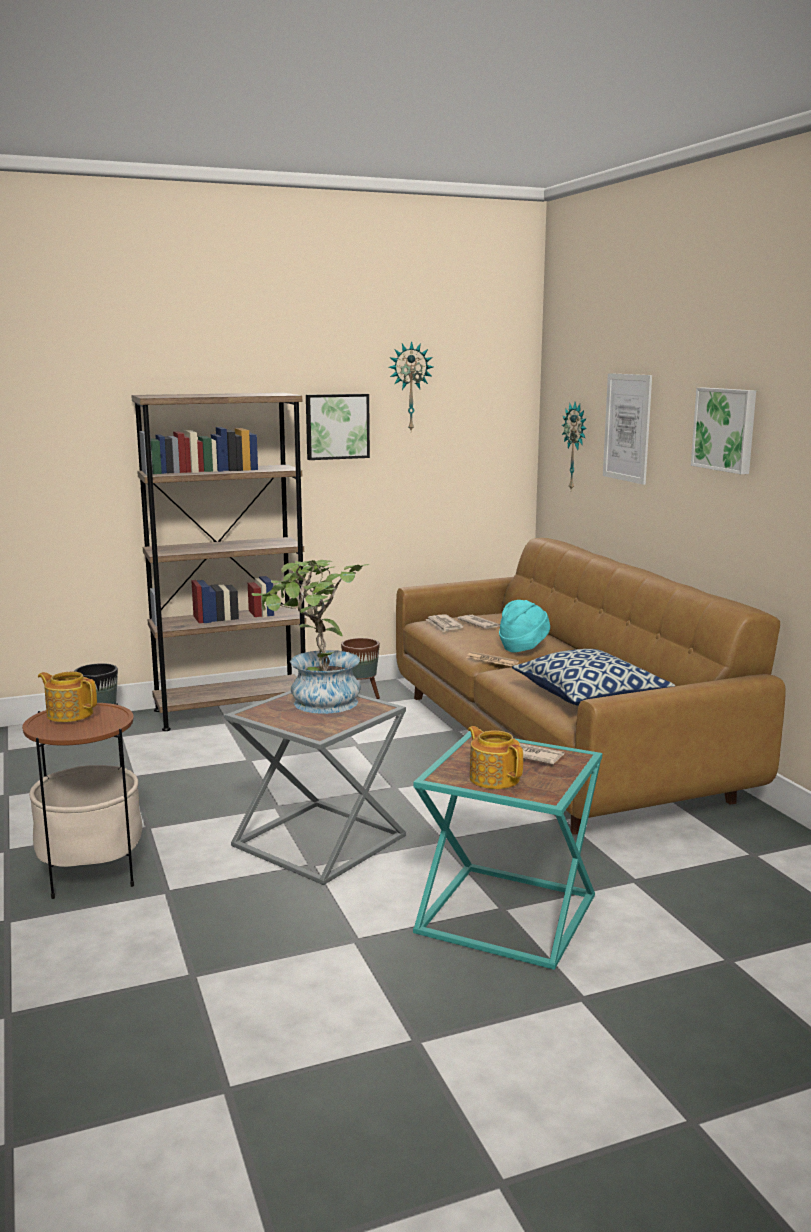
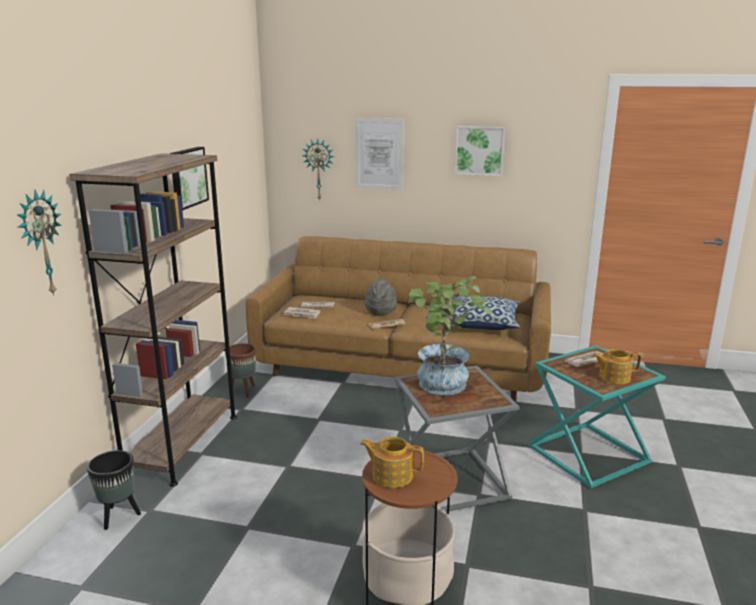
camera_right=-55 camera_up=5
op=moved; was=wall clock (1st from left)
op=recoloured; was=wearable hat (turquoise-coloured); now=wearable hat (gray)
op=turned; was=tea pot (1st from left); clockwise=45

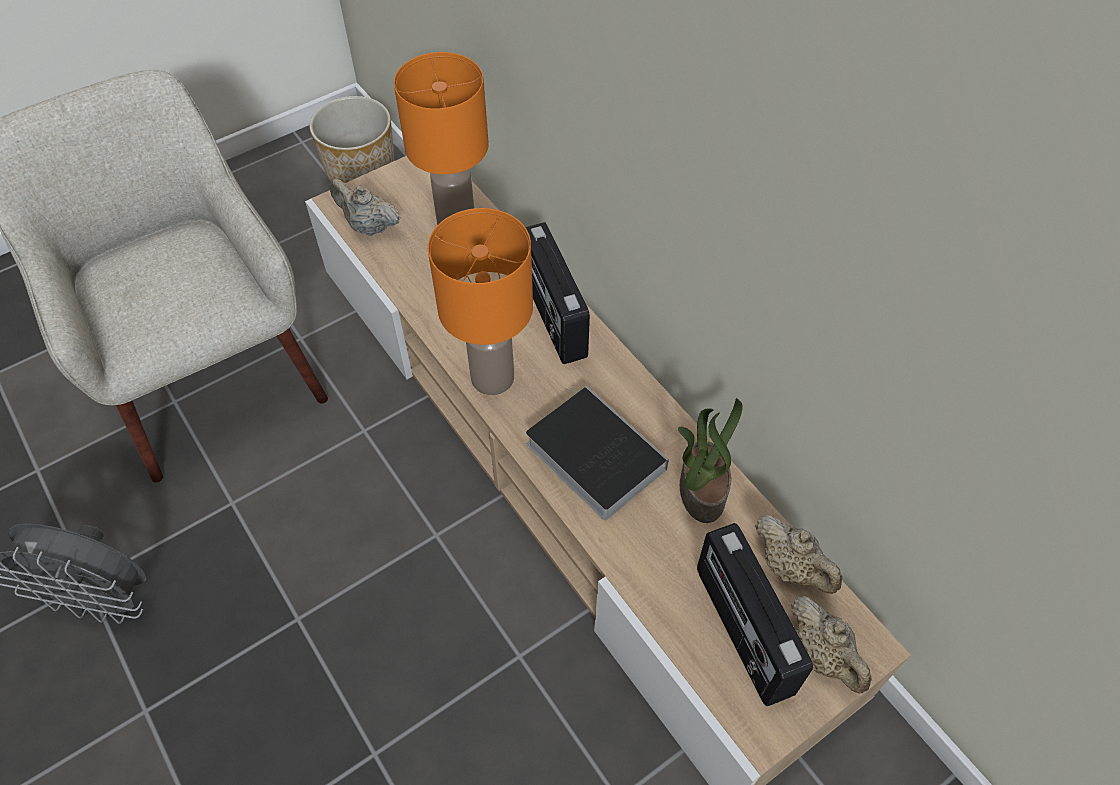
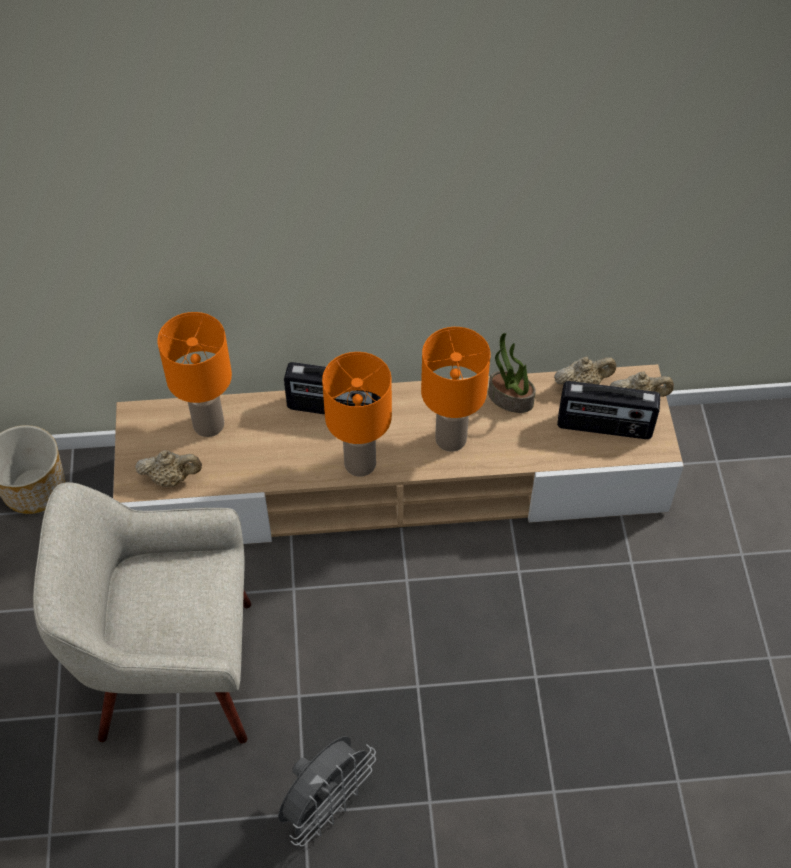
camera_right=-60 camera_up=0
op=turned; was=tea pot (sand-coloured) (1st from left); clockwise=-150
op=replaced; was=book; now=tabletop lamp (orangey) (3rd from left)

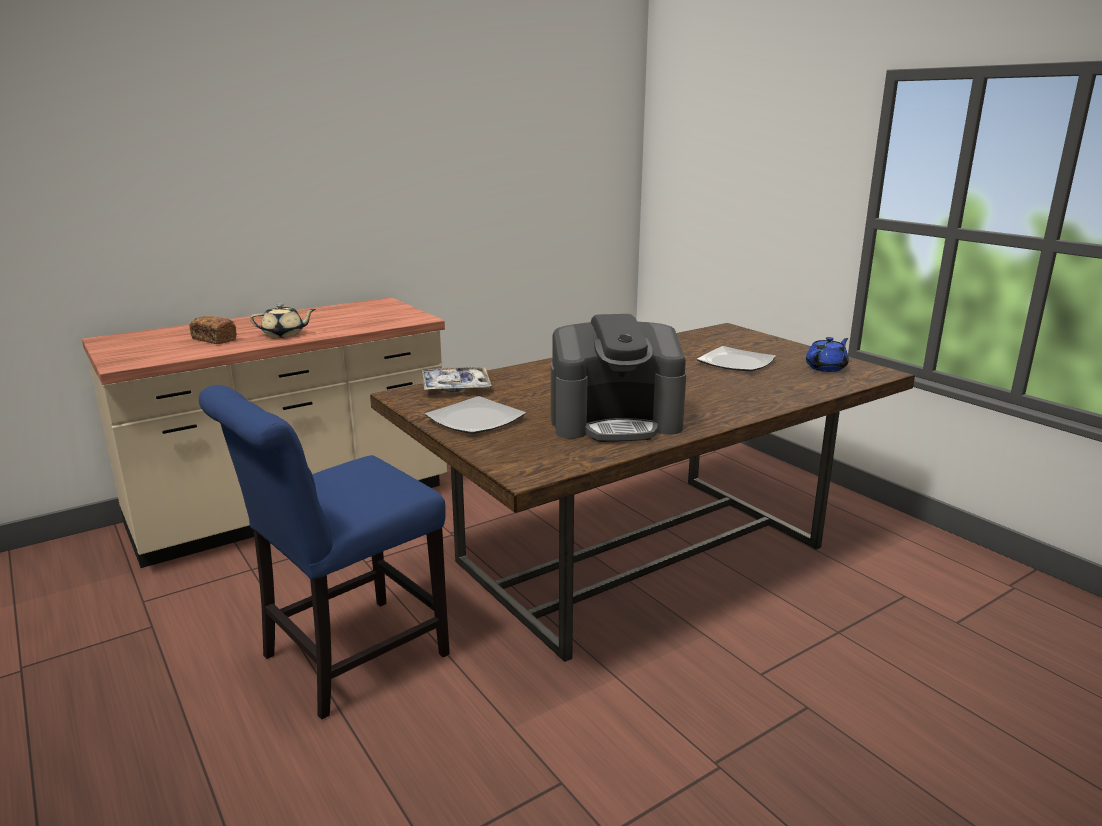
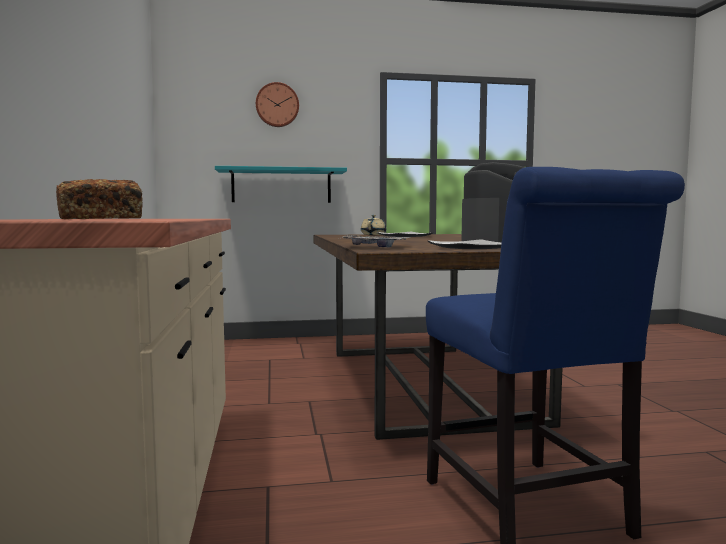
camera_right=-65 camera_up=-15
op=moved; was=tea pot (sand-coloured)
op=removed; was=tea pot (bluish)
op=added; now=wall clock
op=added; now=shelf (turquoise-coloured)

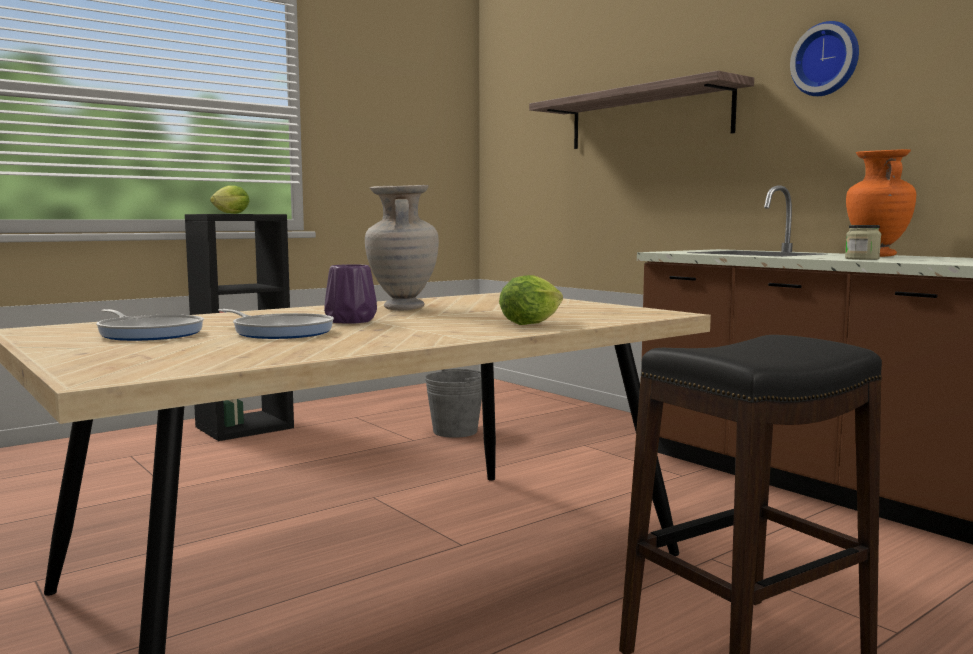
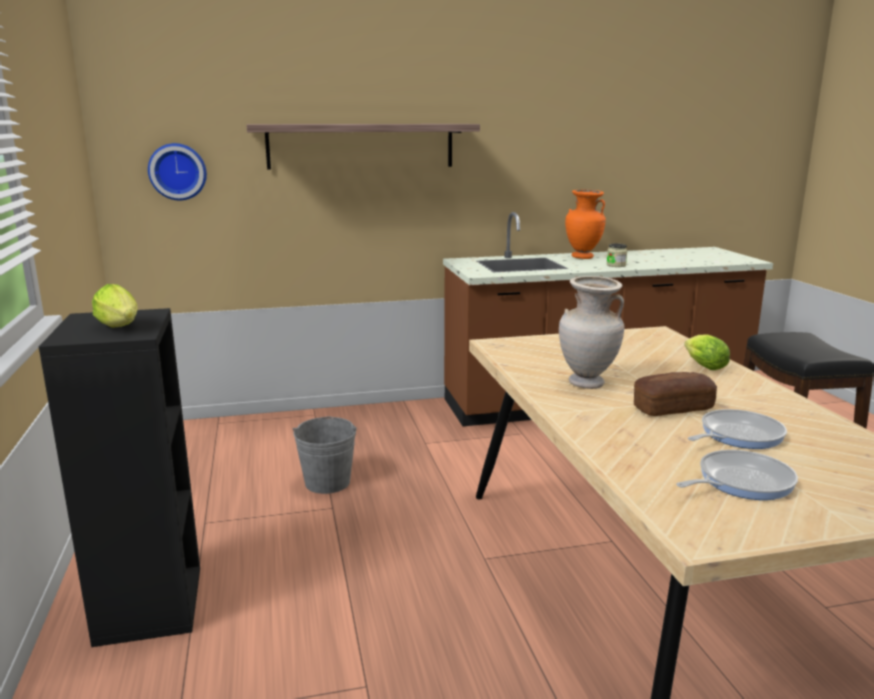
camera_right=-65 camera_up=10
op=moved; was=wall clock
op=replaced; was=flower vase (purple); now=baked bread

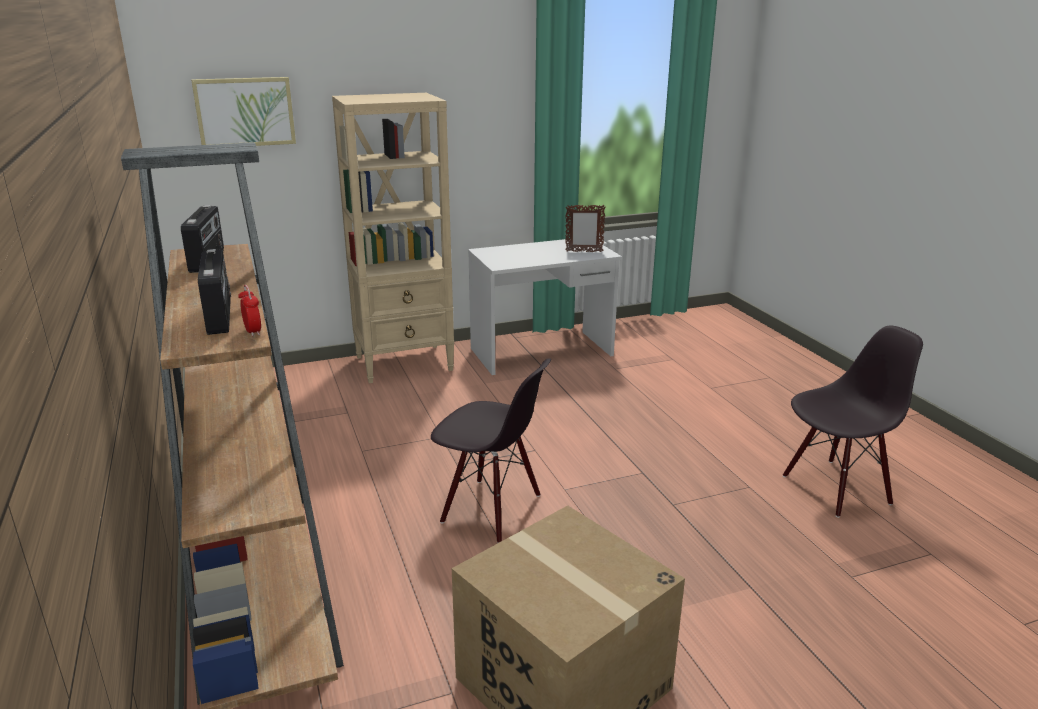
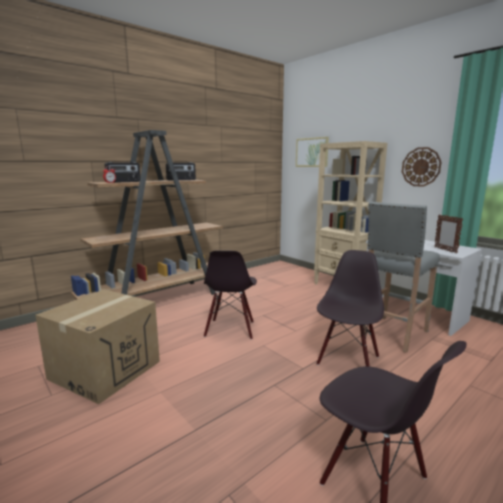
camera_right=70 camera_up=-10
op=added; now=wall clock
op=added; now=stool (gray)
op=added; now=upright chair (black-coloured) (2nd from left)

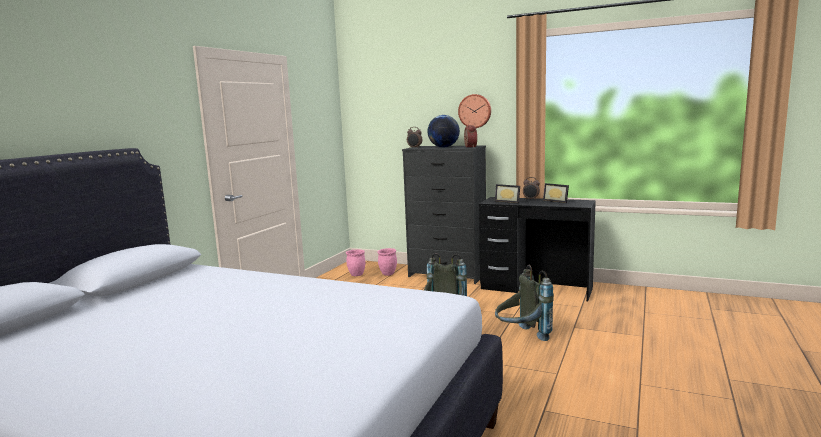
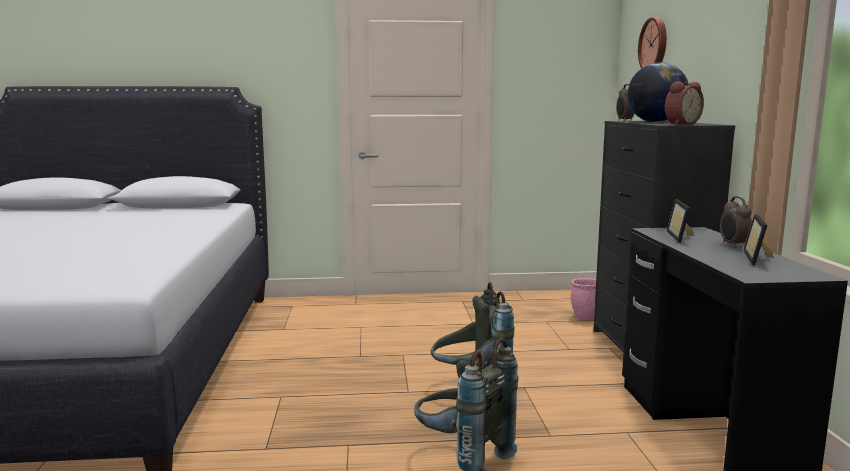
camera_right=60 camera_up=0
op=moved; was=wall clock
op=removed; was=flower pot (pinkish) (1st from left)

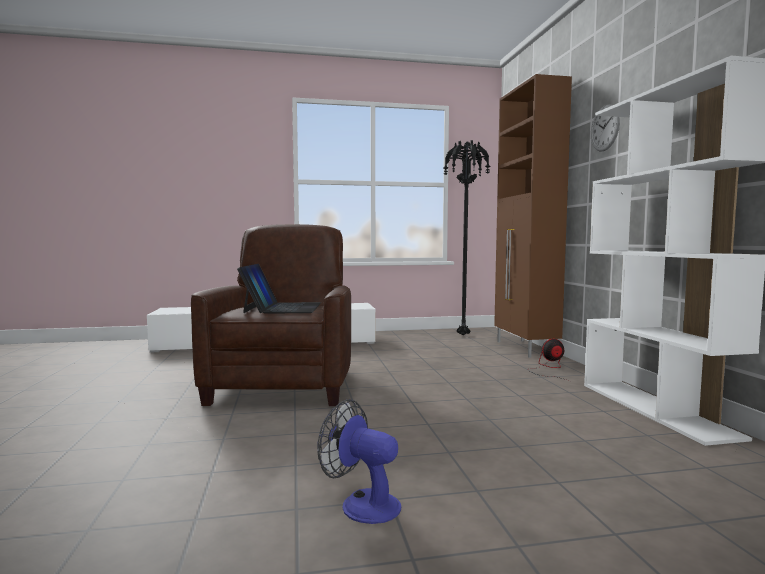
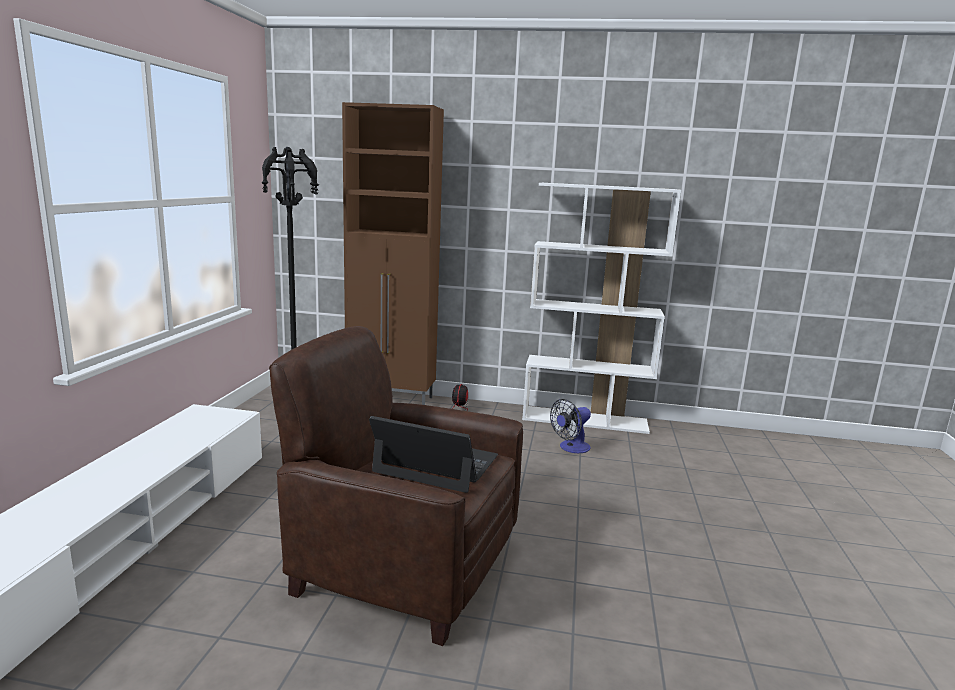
camera_right=-70 camera_up=10
op=removed; was=wall clock
op=moved; was=cooling fan (1st from left in the first image); now=cooling fan (2nd from left)

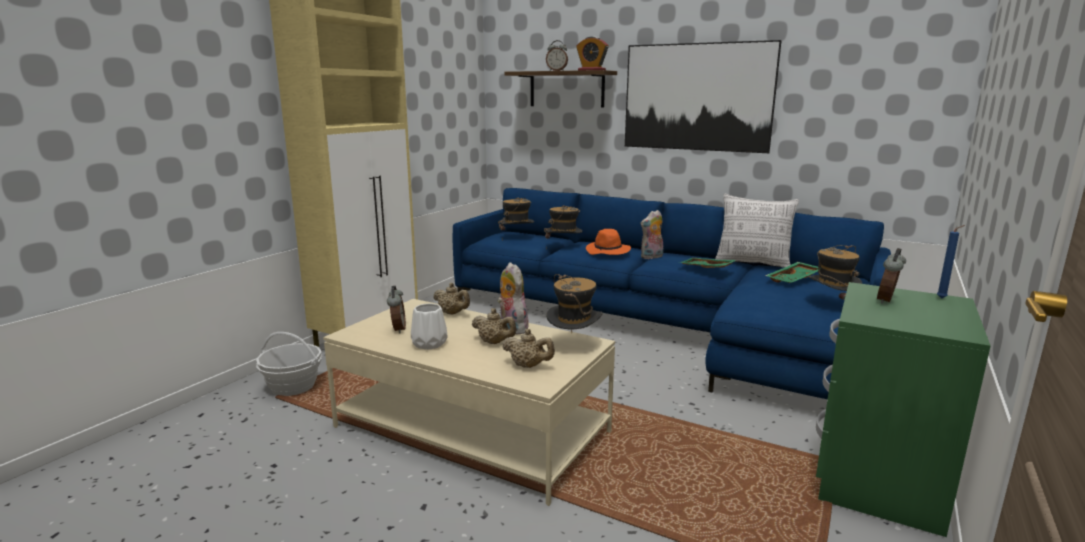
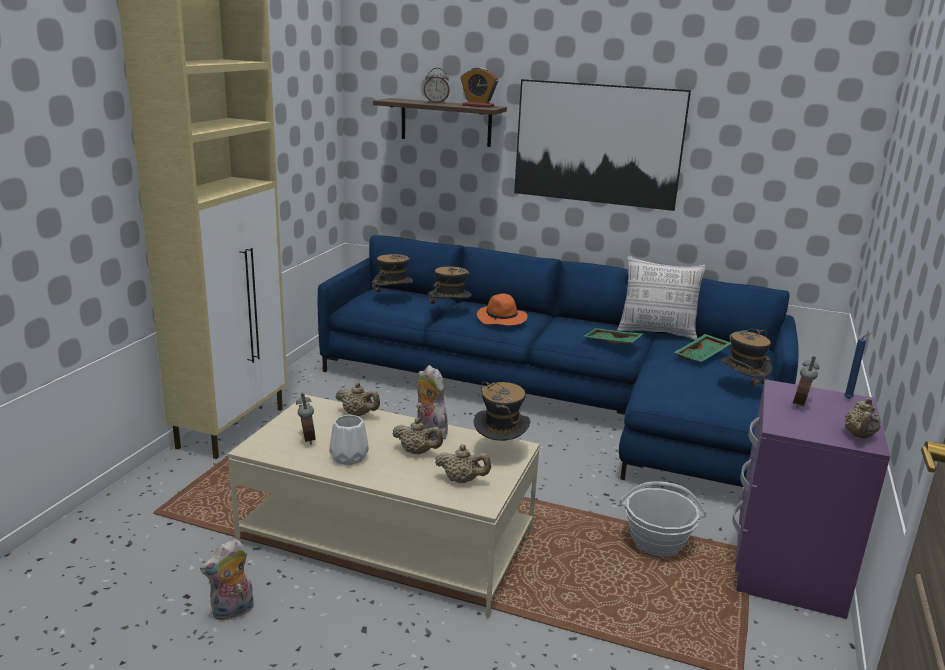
camera_right=-10 camera_up=5
op=moved; was=cuddly toy (2nd from left in the first image); now=cuddly toy (1st from left)
op=recoloured; was=nightstand (green-coloured); now=nightstand (purple)
op=moved; was=household basket
op=added; now=tea pot (sand-coloured) (4th from left)

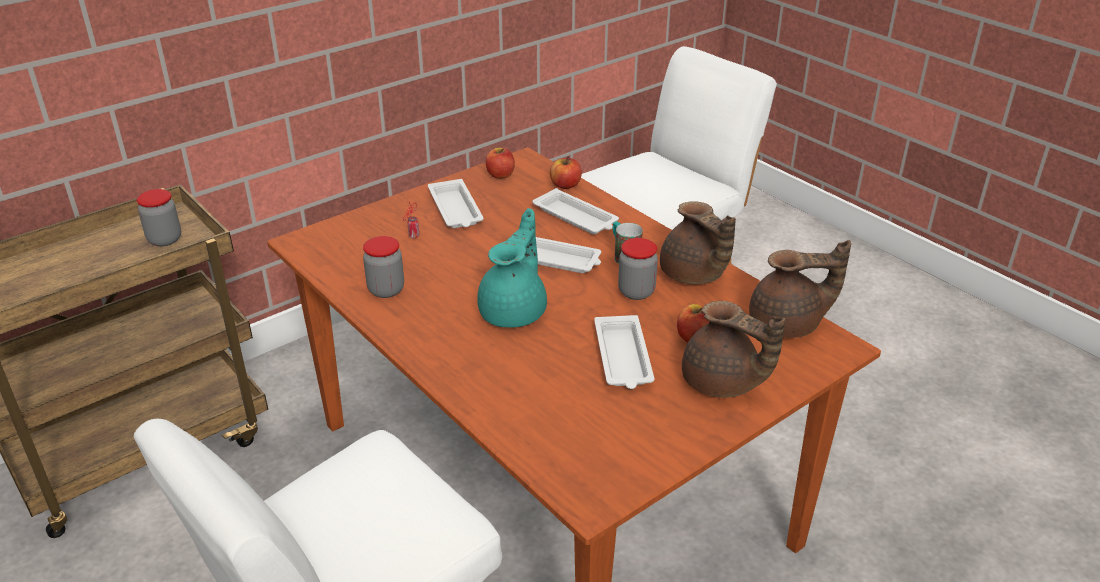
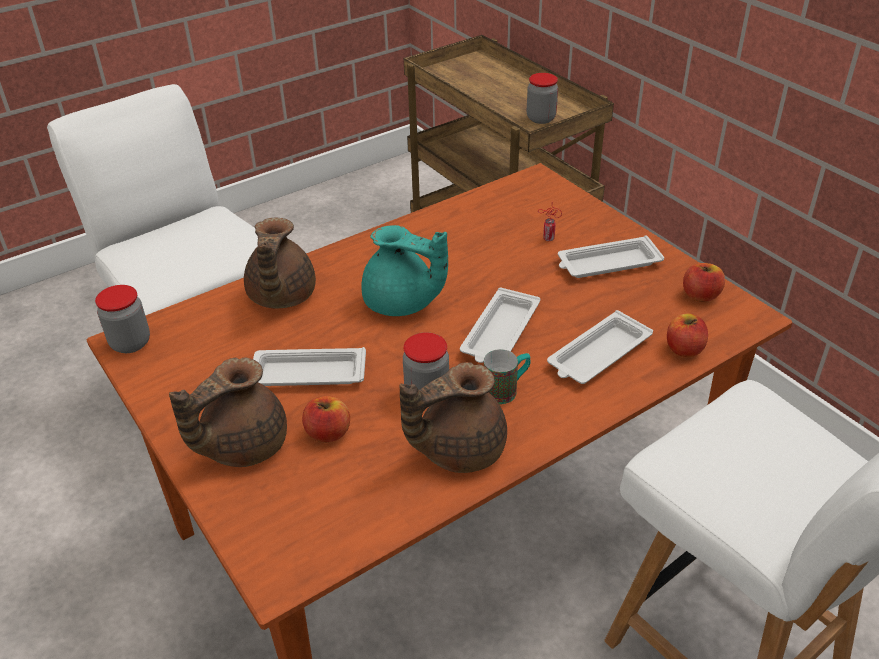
camera_right=95 camera_up=5
op=moved; was=preserve jar (2nd from left in the first image); now=preserve jar (1st from left)
op=moved; was=tea pot (brown) (3rd from left in the first image); now=tea pot (brown) (2nd from left)

